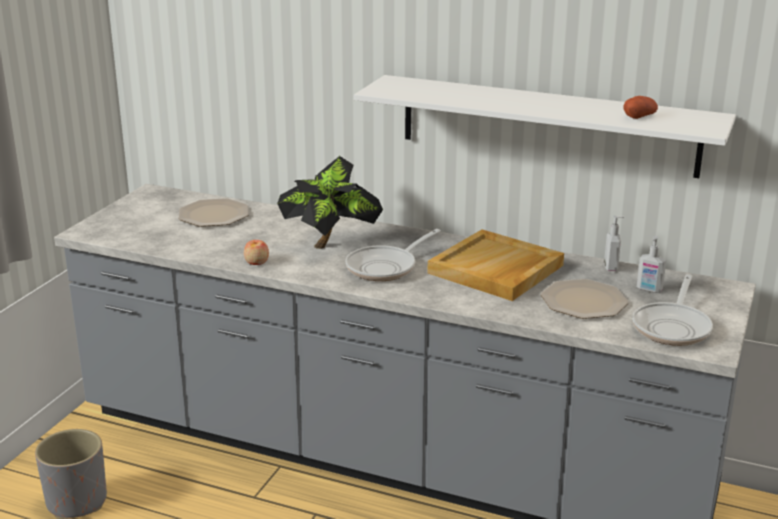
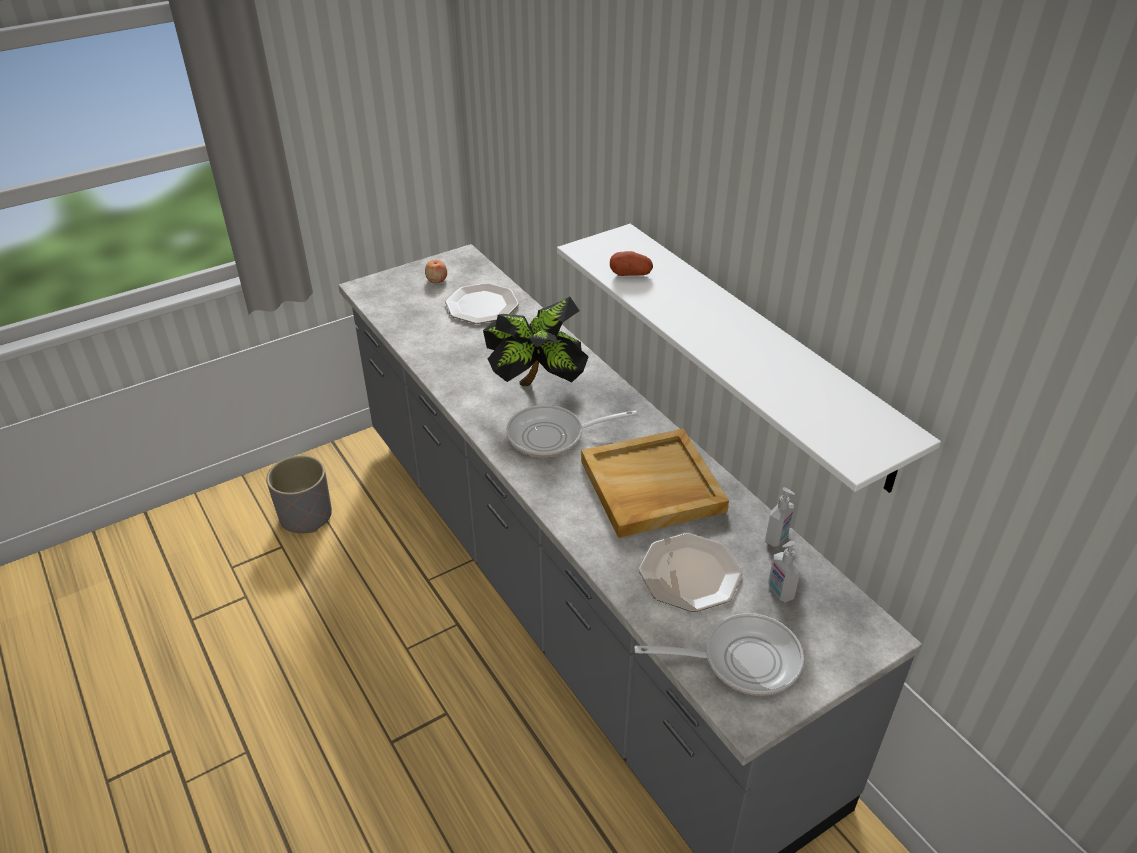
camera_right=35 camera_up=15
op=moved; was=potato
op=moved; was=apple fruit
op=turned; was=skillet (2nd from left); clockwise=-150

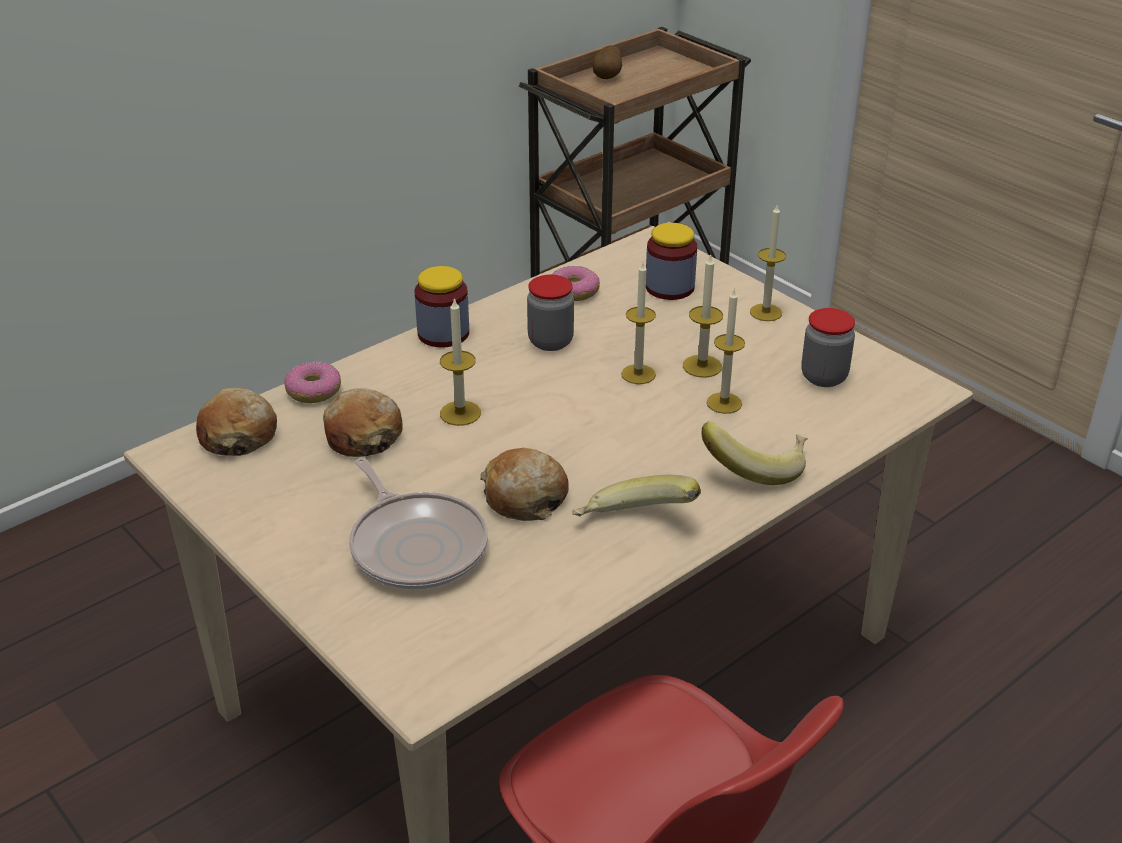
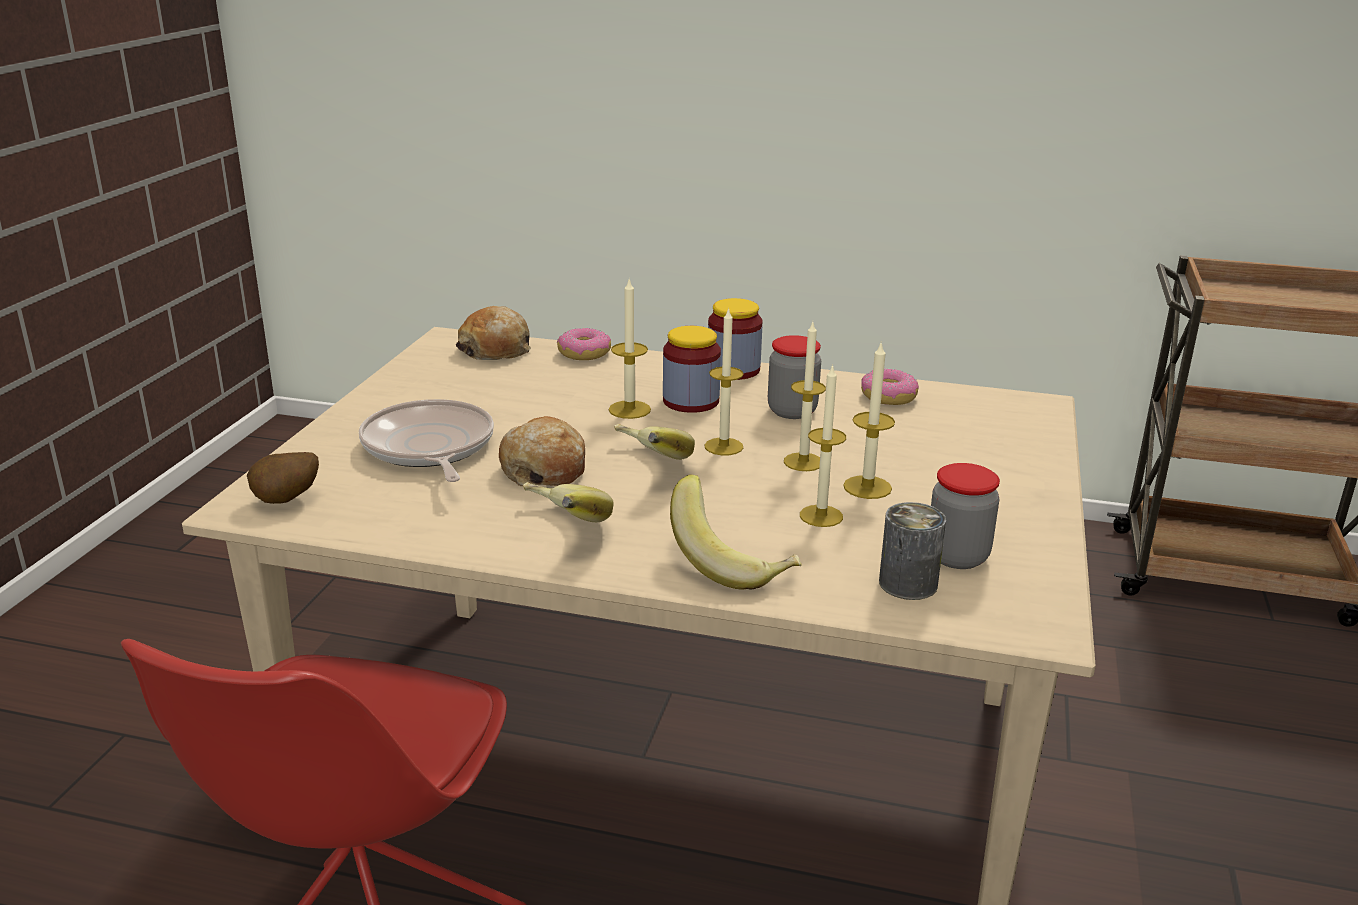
camera_right=55 camera_up=-10
op=moved; was=potato
op=moved; was=wax candle (5th from left in the first image); now=wax candle (2nd from left)
op=moved; was=preserve jar (3rd from left in the first image); now=preserve jar (1st from left)
op=removed; was=baked bread (2nd from left)
op=turned; was=skillet; clockwise=135
op=added; now=banana fruit (2nd from left)
op=added; now=metal can

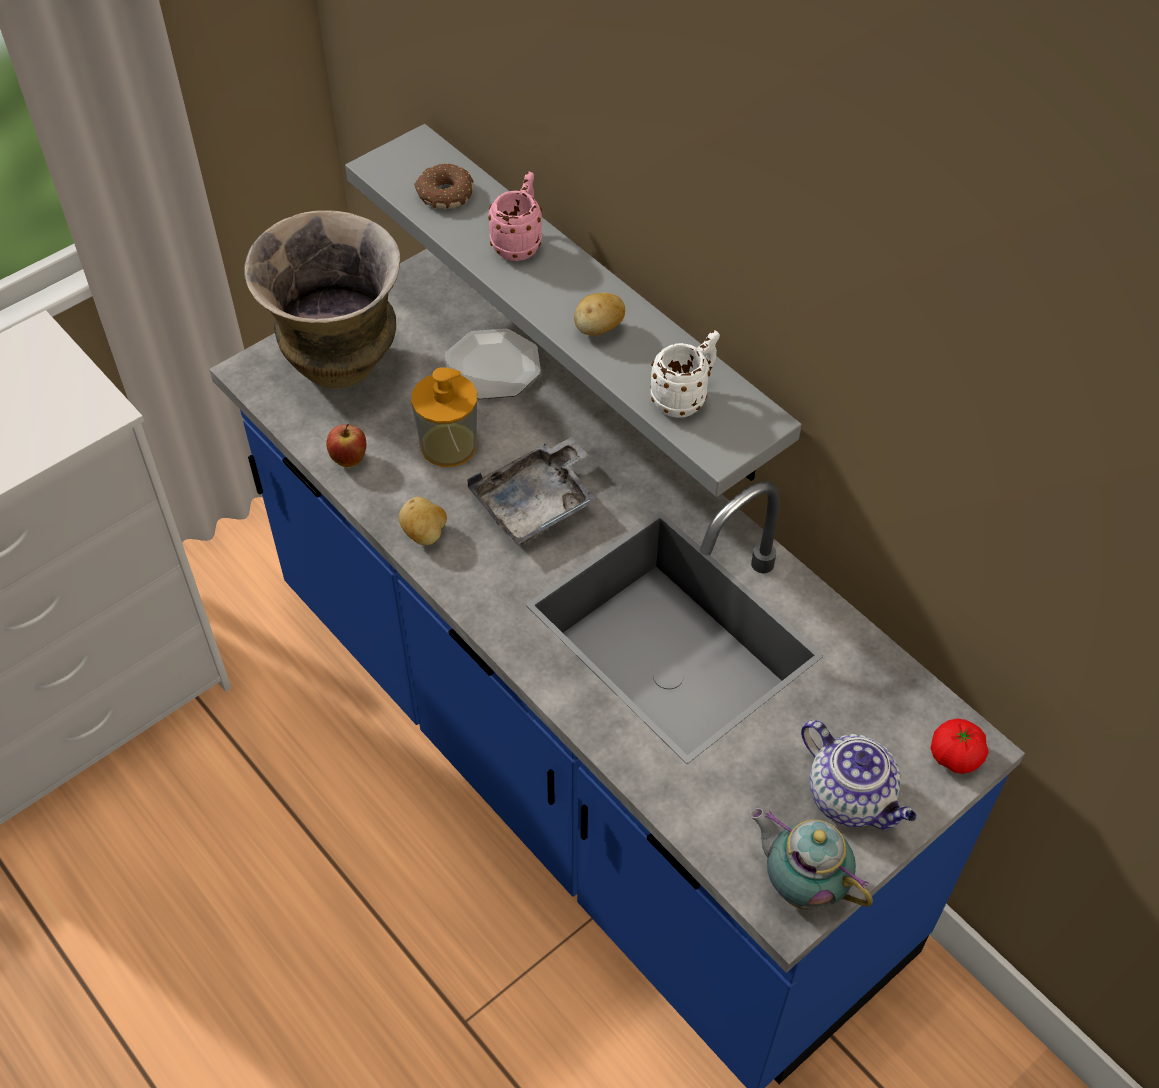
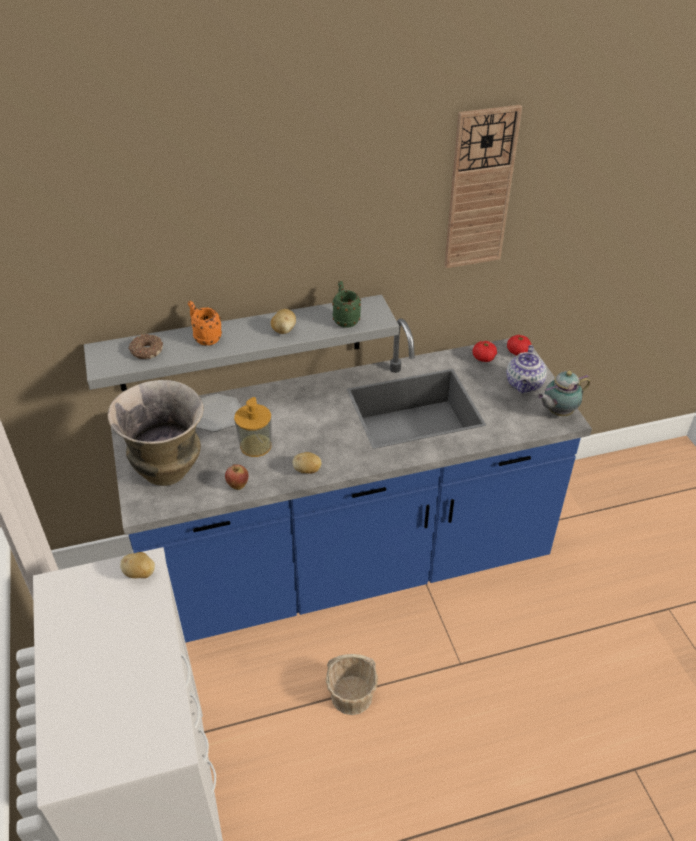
camera_right=-65 camera_up=-10
op=recoloured; was=coffee mug (pinkish); now=coffee mug (orangey)
op=recoloured; was=coffee mug (white); now=coffee mug (green-coloured)
op=removed; was=serving tray (gray)
op=turned; was=tea pot (2nd from left in the first image); clockwise=120
op=added; now=wall clock
op=added; now=whole tomato (1st from left)
op=added; now=potato (1st from left)
op=added; now=household basket

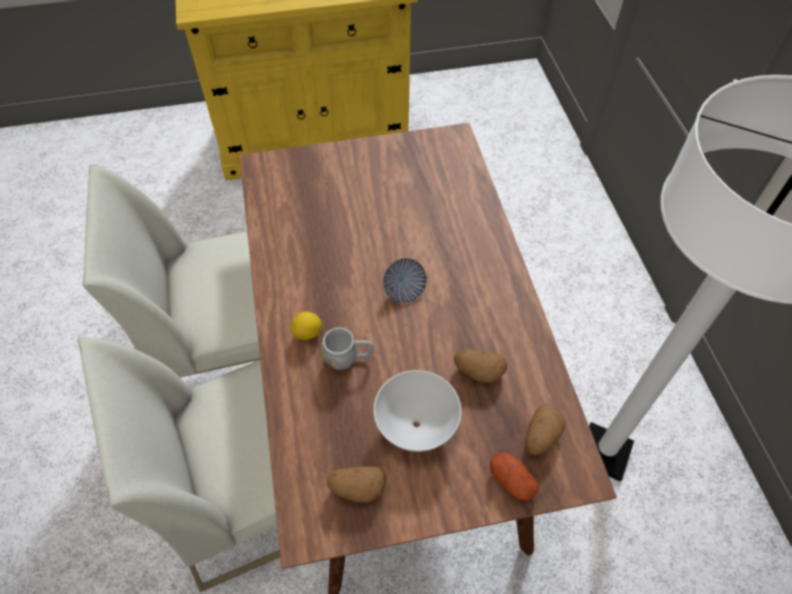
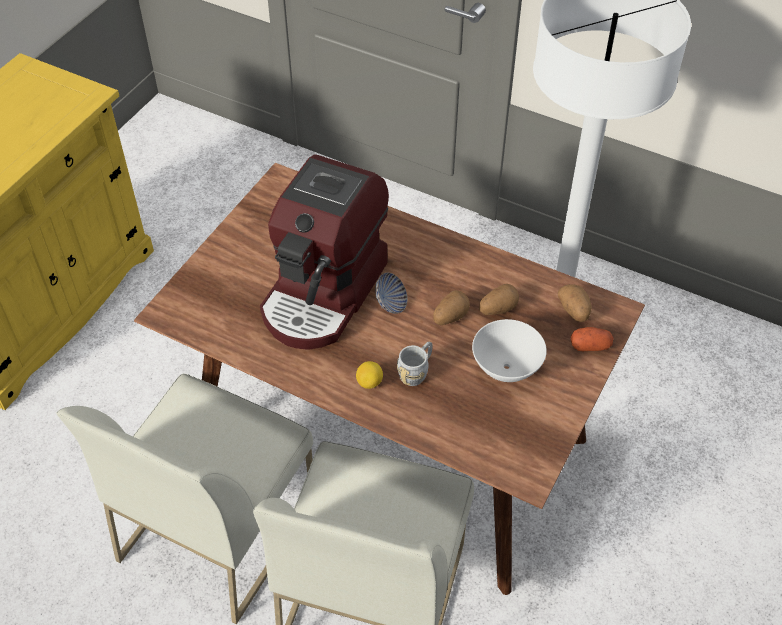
camera_right=-50 camera_up=-5
op=moved; was=potato (1st from left)
op=added; now=coffee machine

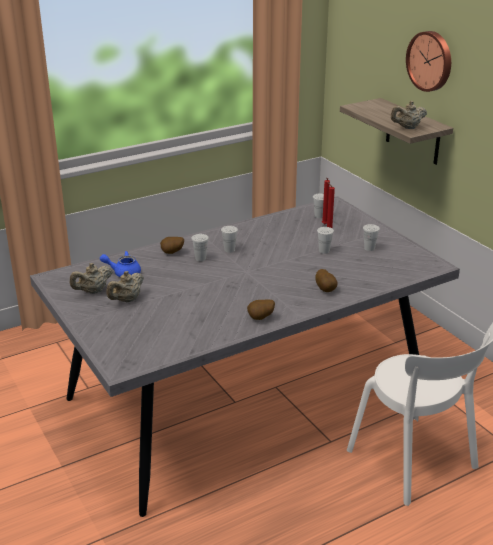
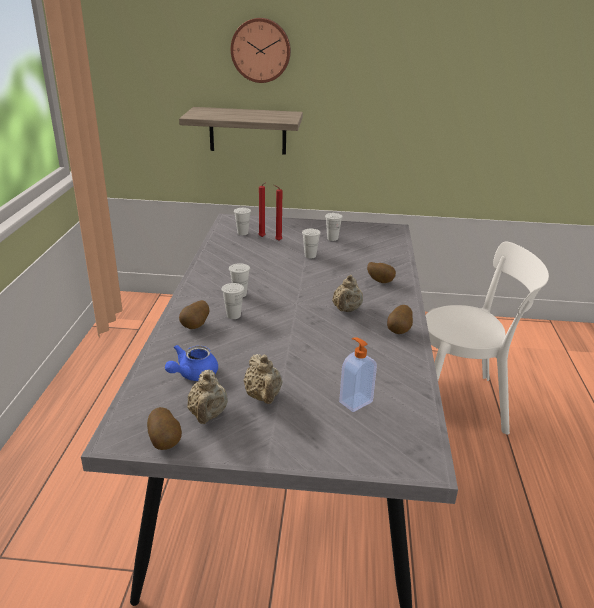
camera_right=-55 camera_up=0
op=moved; was=tea pot (sand-coloured) (3rd from left)
op=added; now=liquid soap bottle
op=added; now=potato (1st from left)

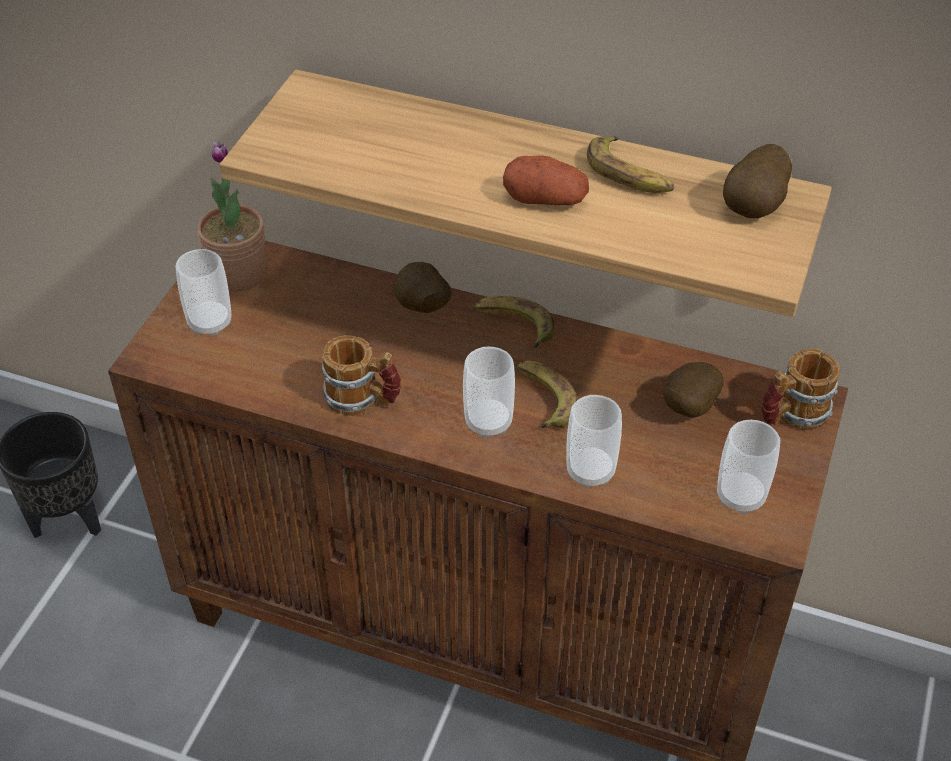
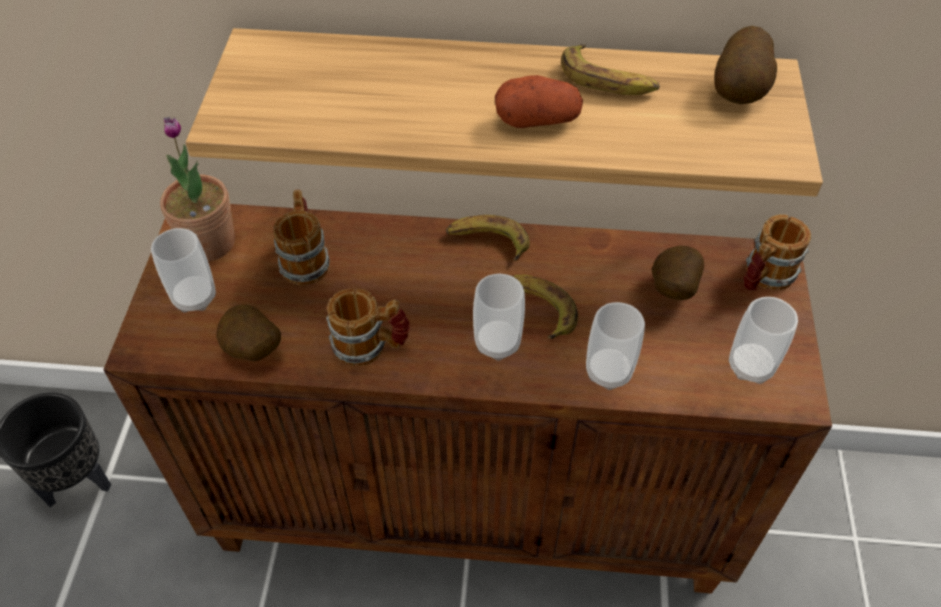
camera_right=-15 camera_up=5
op=moved; was=potato (1st from left)
op=added; now=coffee mug (1st from left)

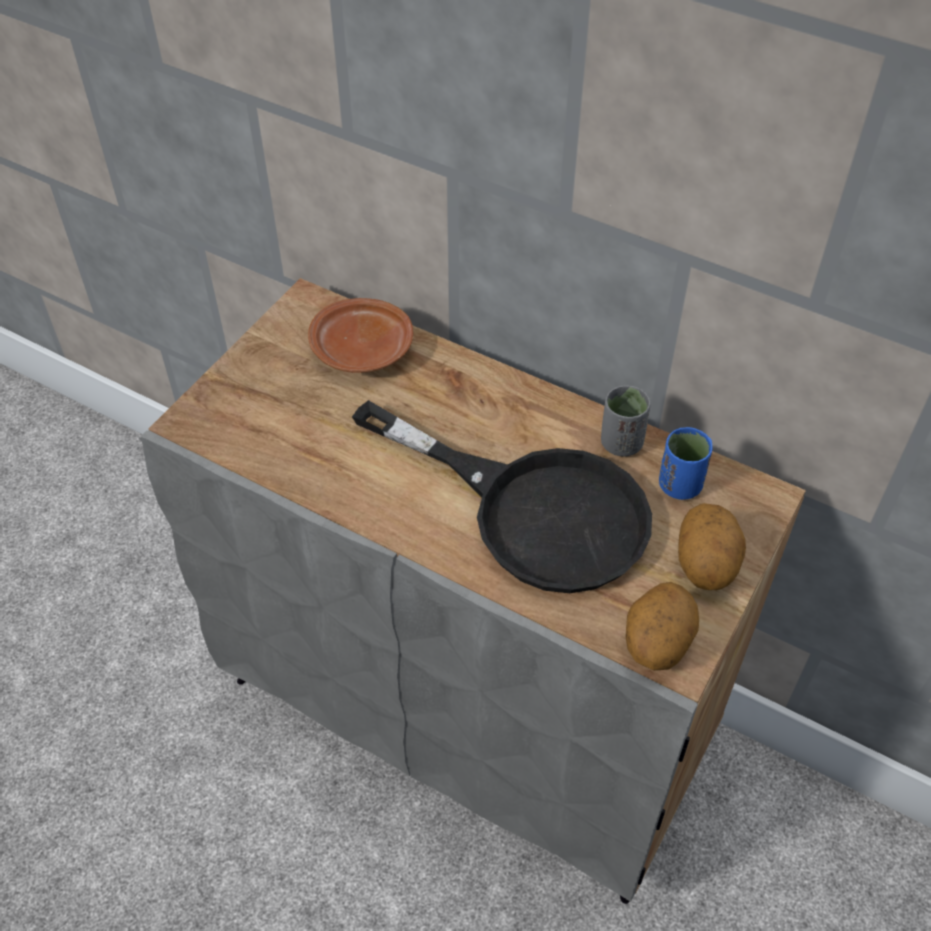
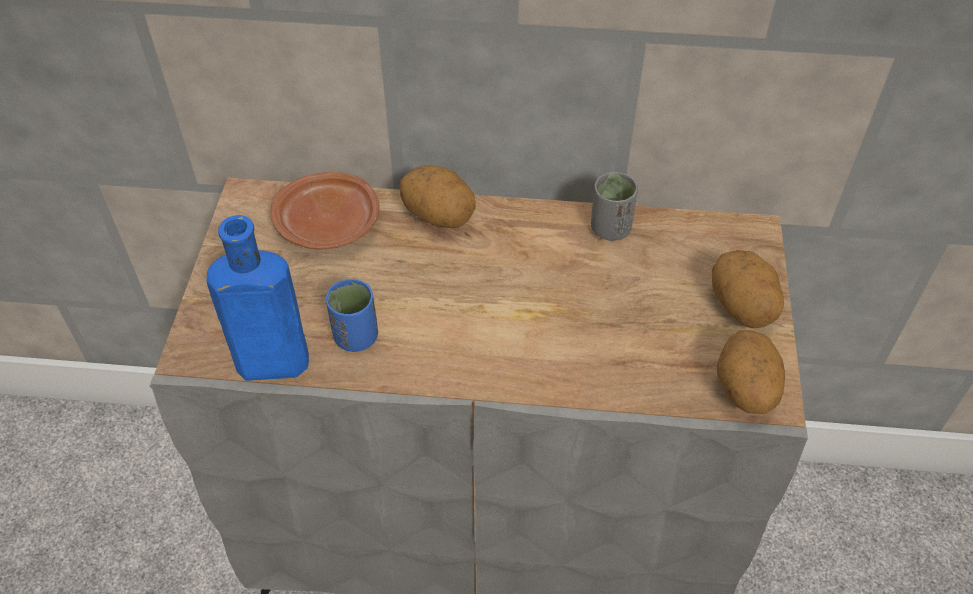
camera_right=-25 camera_up=0
op=removed; was=skillet (black-coloured)
op=moved; was=cup (bluish)
op=added; now=potato (1st from left)
op=added; now=beverage bottle (bluish)

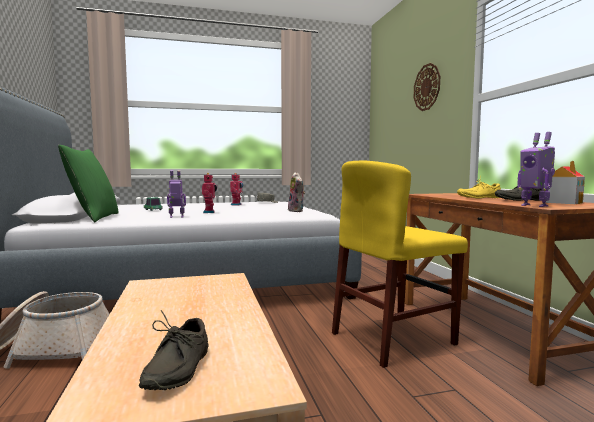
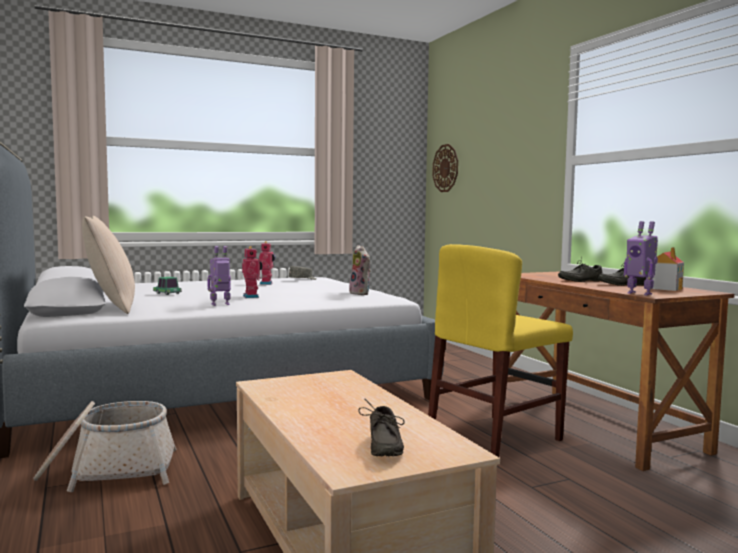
camera_right=-10 camera_up=0
op=moved; was=wall clock
op=recoloured; was=throw pillow (green-coloured); now=throw pillow (sand-coloured)
op=recoloured; was=low shoe (yellow); now=low shoe (gray) (2nd from left)

